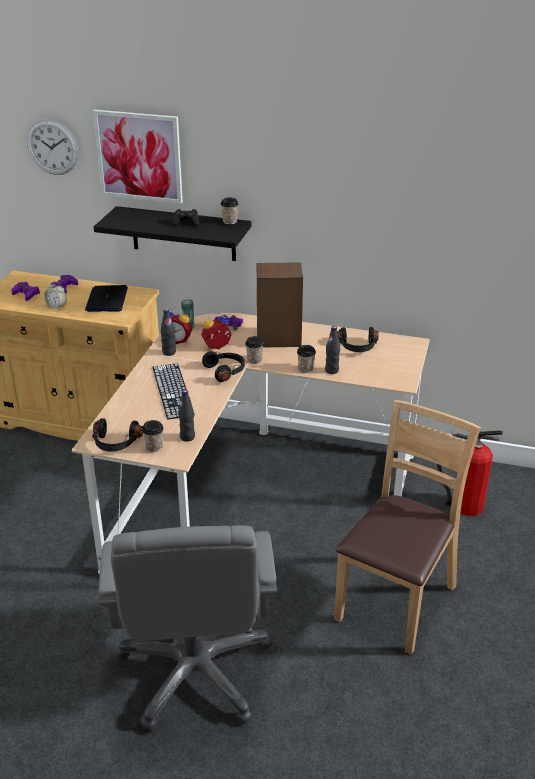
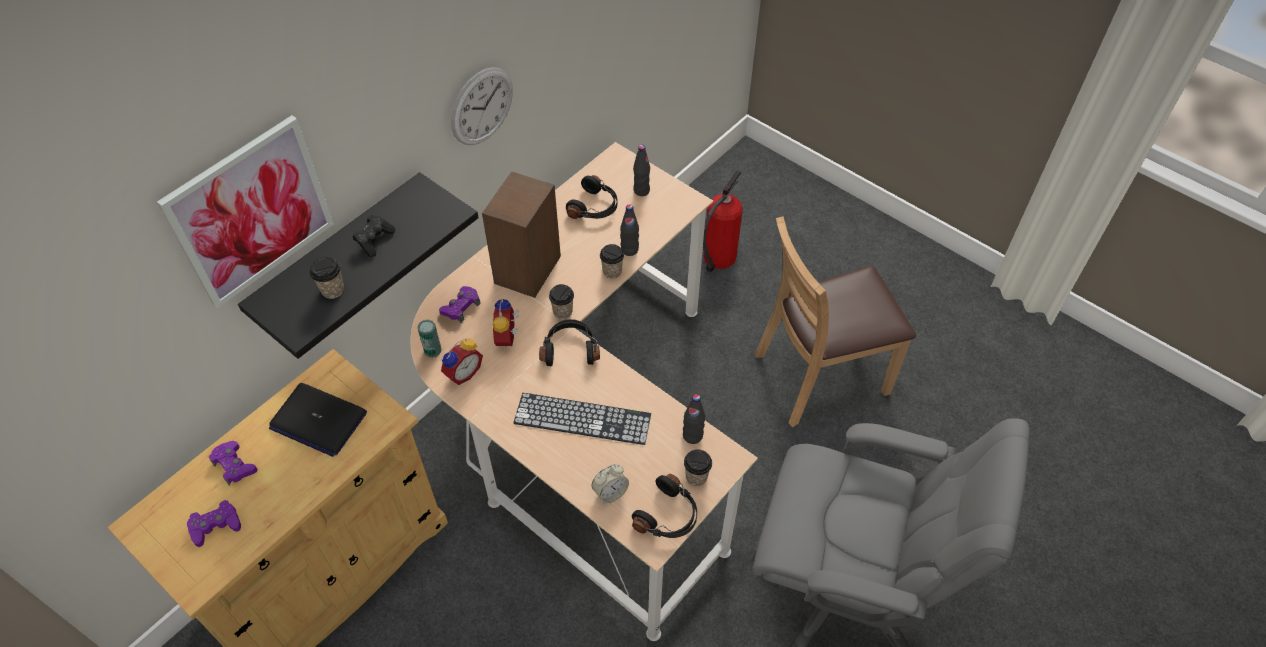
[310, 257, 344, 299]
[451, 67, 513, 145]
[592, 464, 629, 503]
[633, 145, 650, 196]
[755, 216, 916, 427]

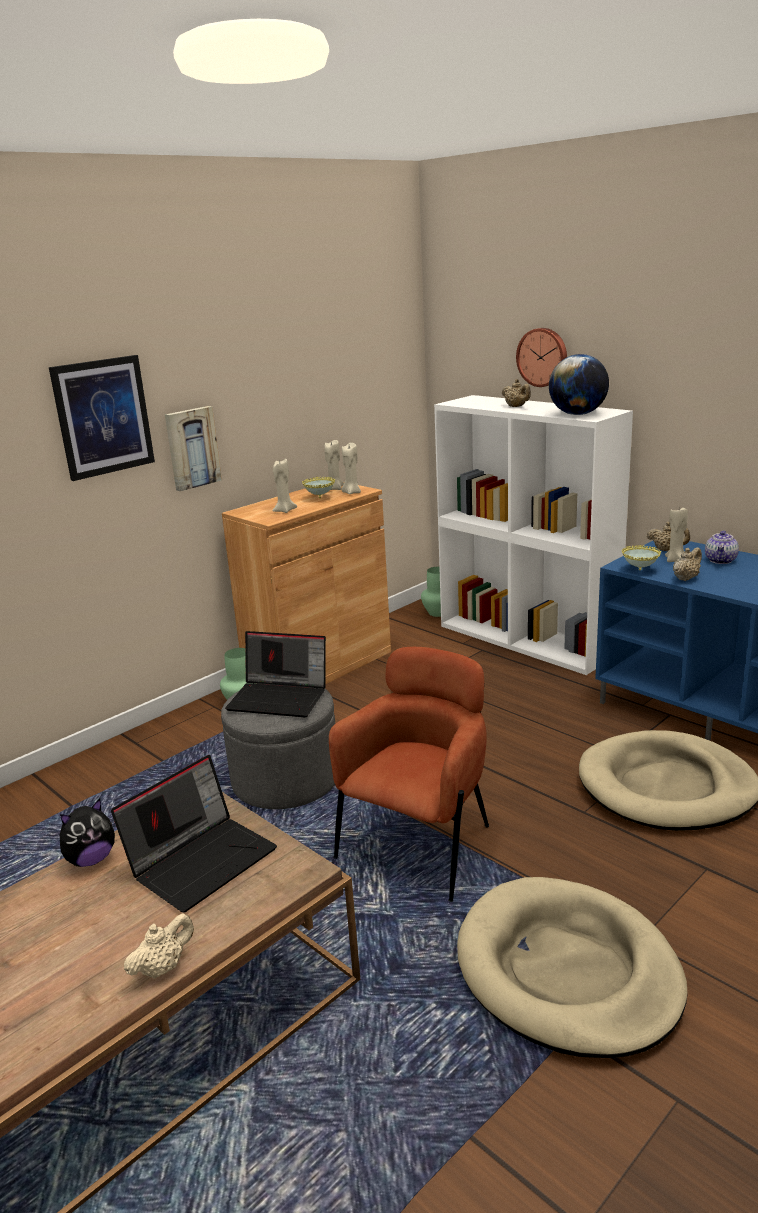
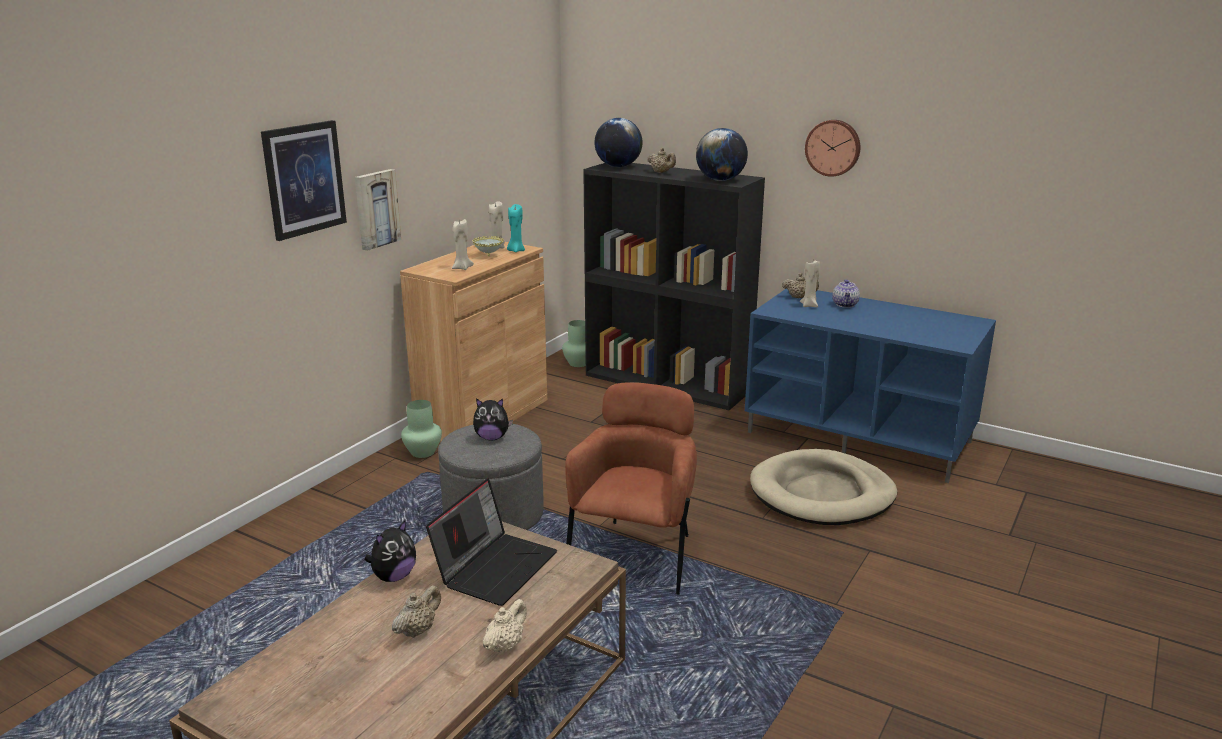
[392, 585, 441, 638]
[473, 399, 513, 440]
[507, 204, 525, 252]
[583, 163, 765, 410]
[594, 118, 643, 167]
[805, 120, 860, 177]
[457, 877, 688, 1058] (first image)
[622, 545, 661, 570] (first image)

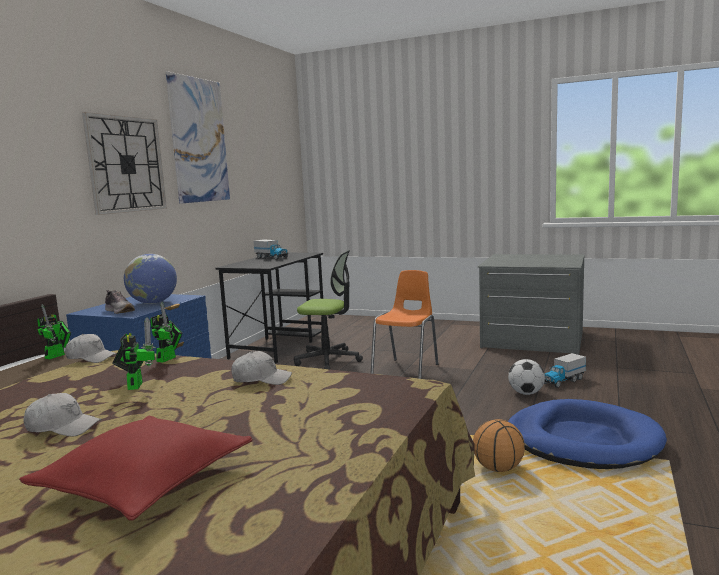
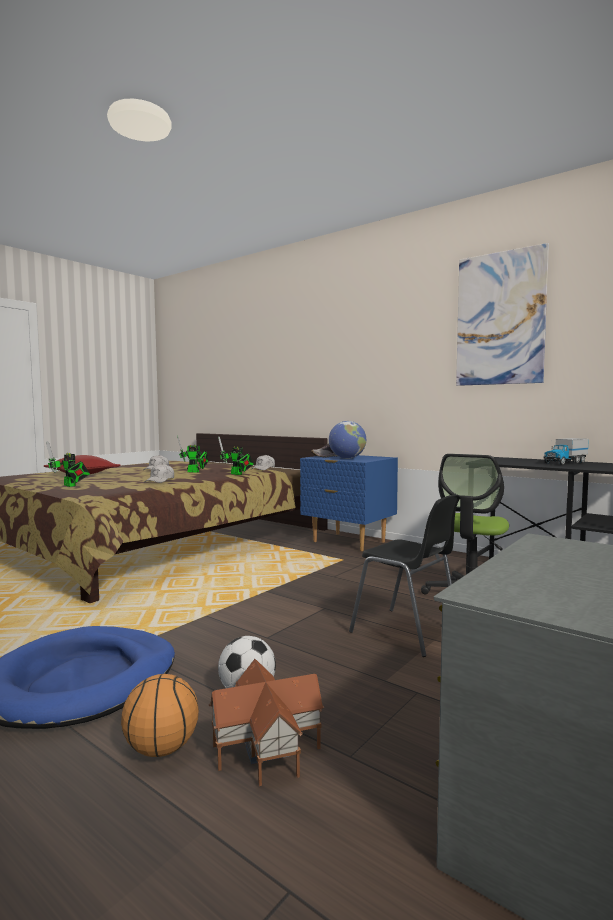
[46, 441, 90, 487]
[121, 674, 199, 757]
[209, 659, 324, 786]
[349, 495, 460, 657]
[82, 112, 167, 215] (first image)

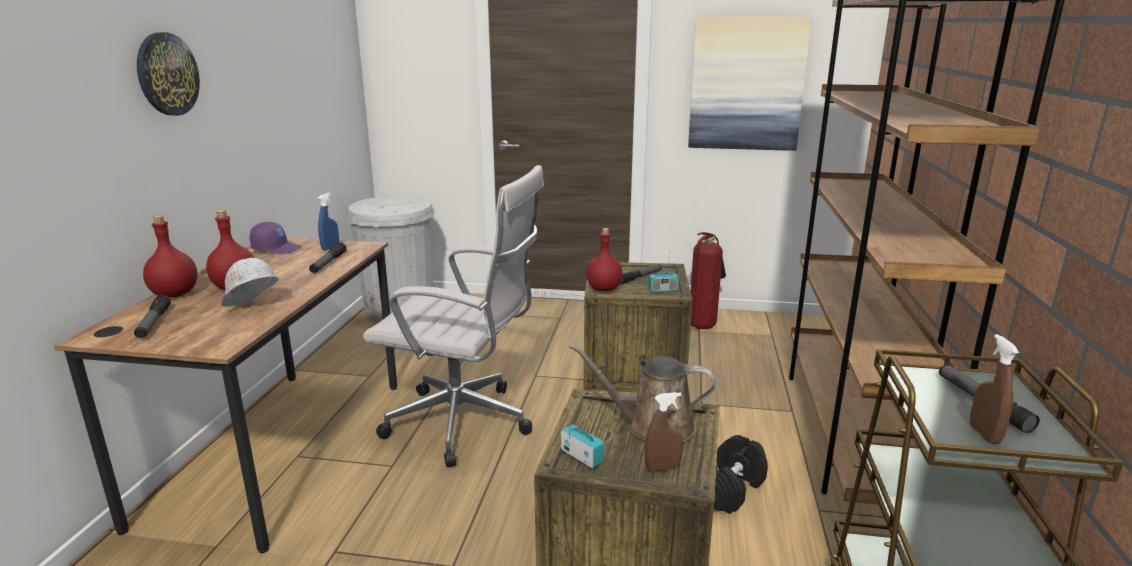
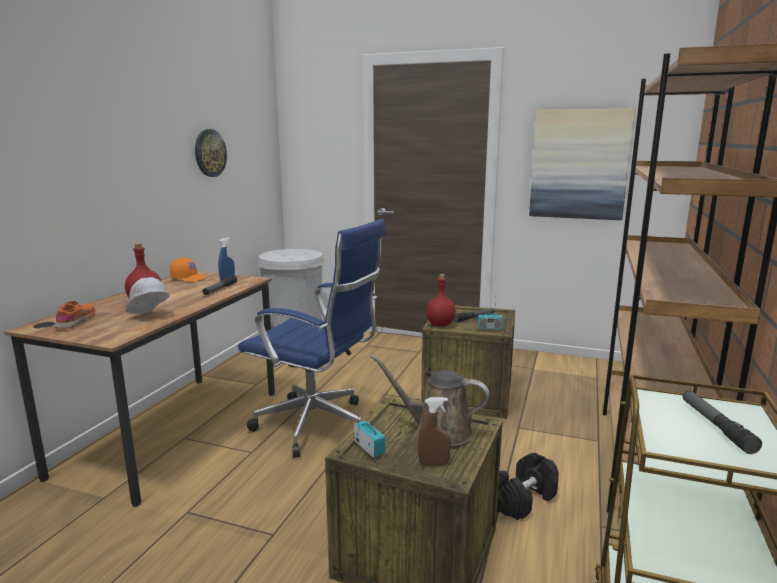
[55, 301, 95, 329]
[170, 258, 207, 282]
[195, 129, 227, 177]
[238, 219, 386, 458]
[143, 215, 198, 297] (first image)
[691, 232, 726, 329] (first image)
[970, 334, 1019, 444] (first image)

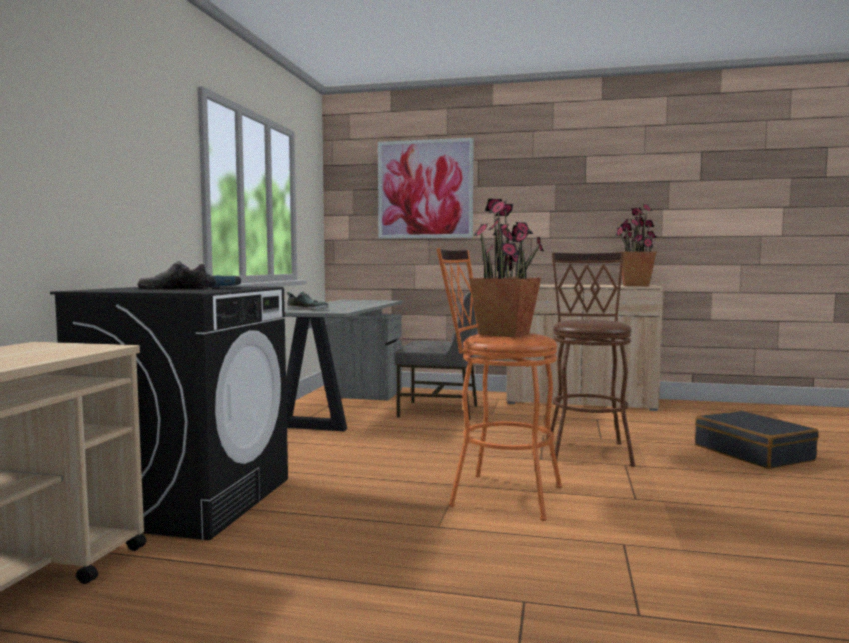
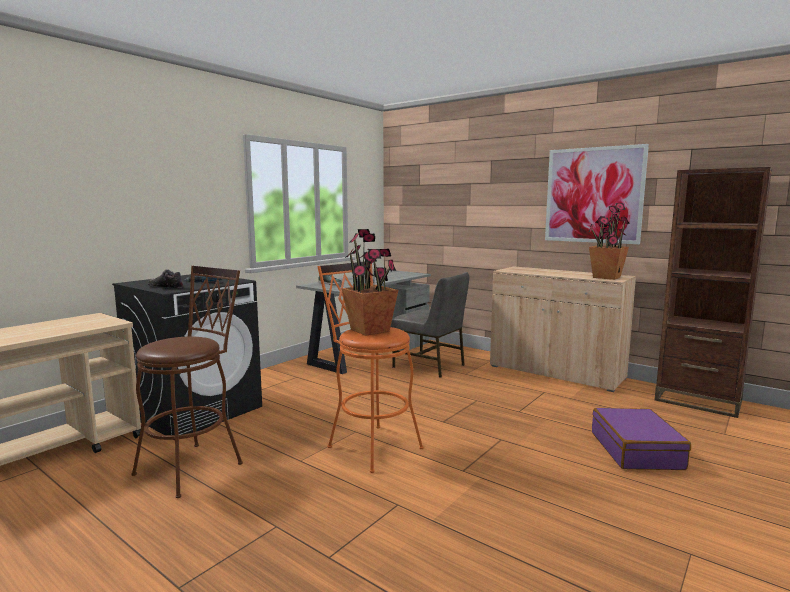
[131, 266, 243, 498]
[545, 144, 649, 244]
[592, 408, 691, 470]
[655, 167, 772, 418]

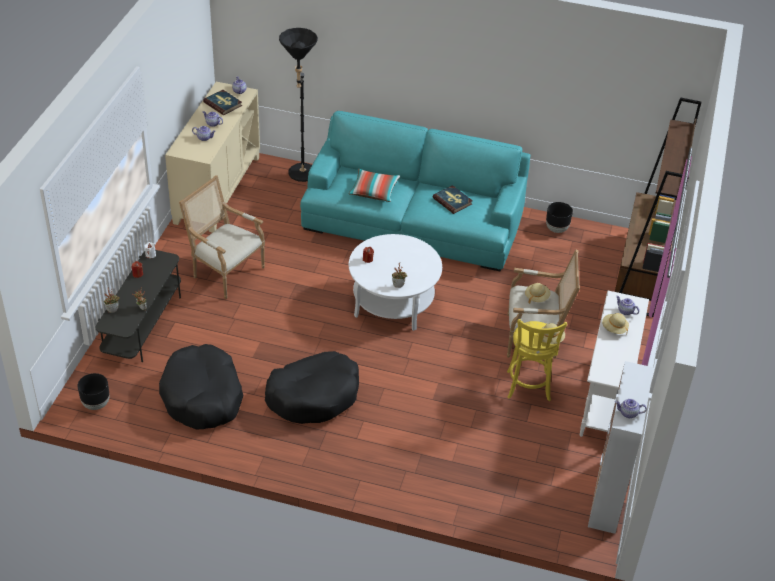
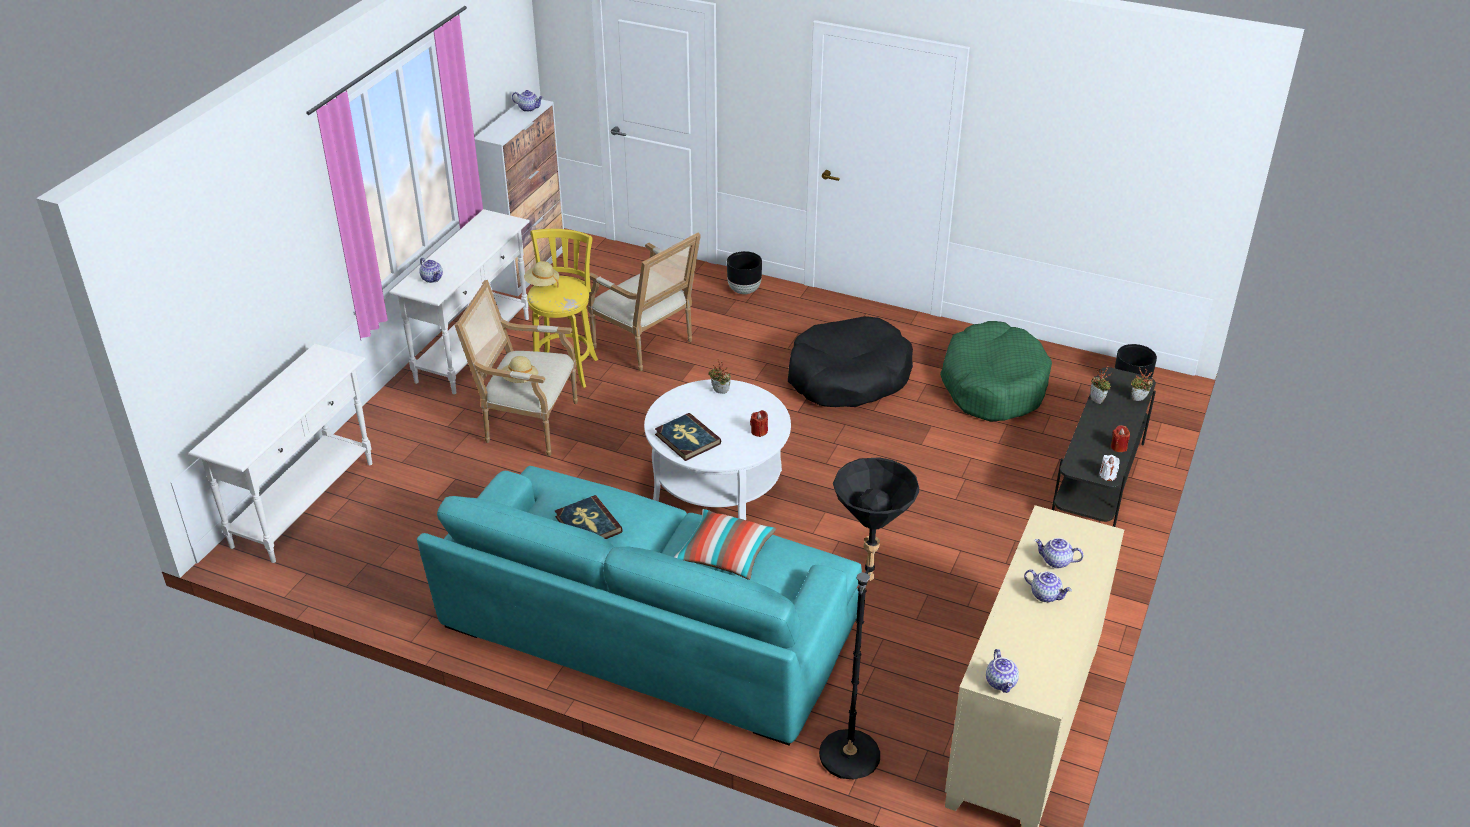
[188, 344, 372, 563]
[588, 233, 701, 371]
[655, 413, 721, 461]
[727, 251, 762, 294]
[940, 321, 1052, 422]
[602, 313, 629, 335] (first image)

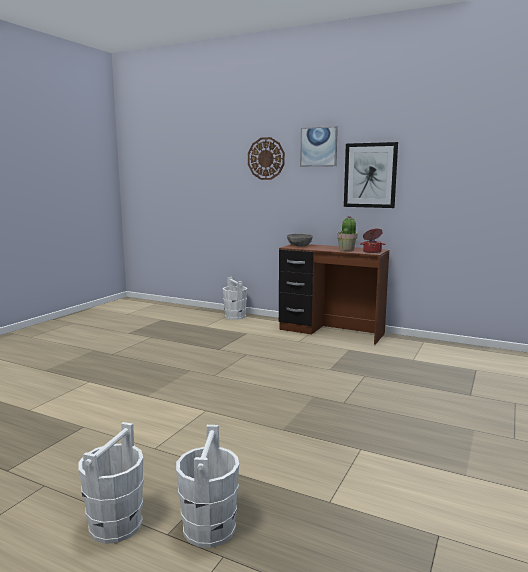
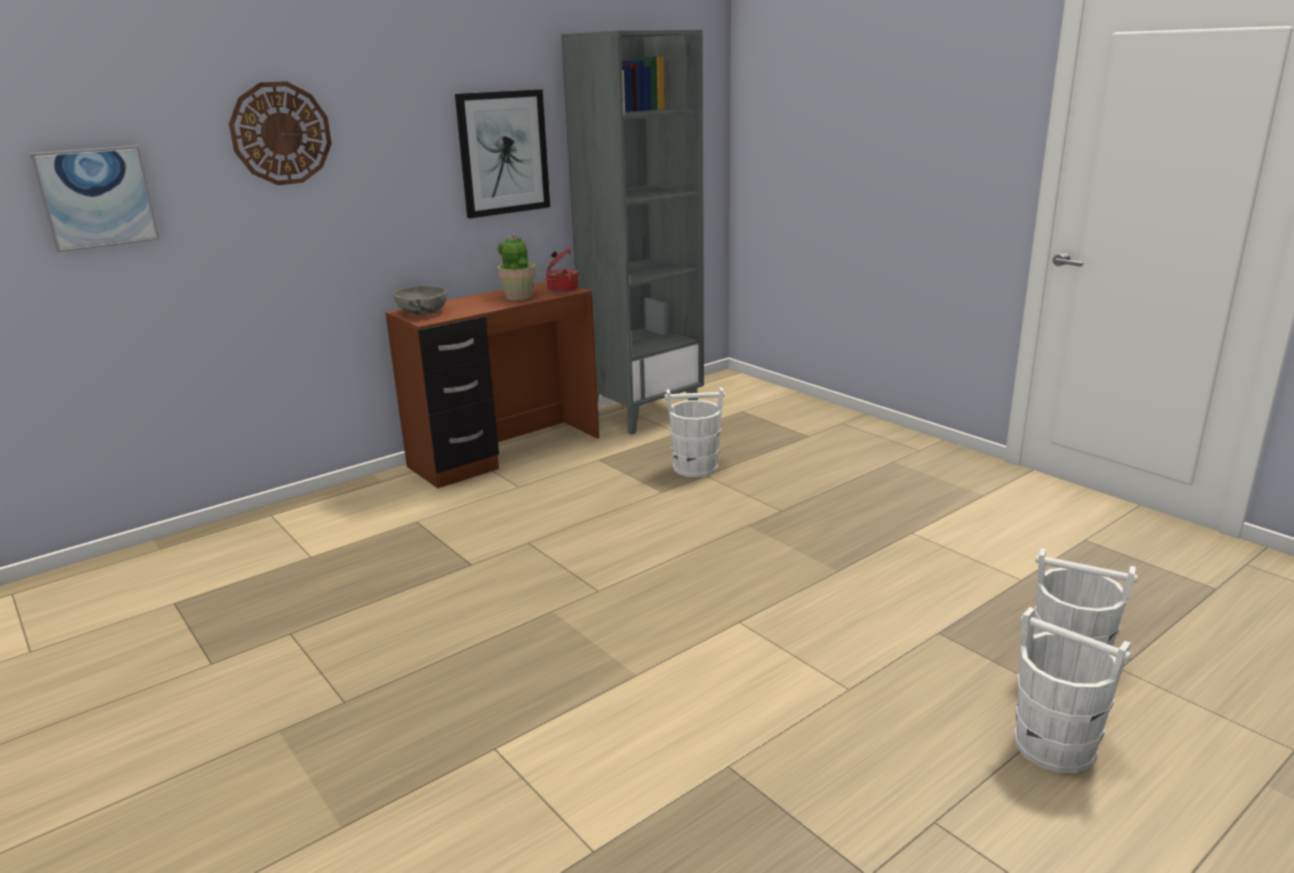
[30, 146, 160, 252]
[561, 30, 704, 435]
[665, 387, 725, 477]

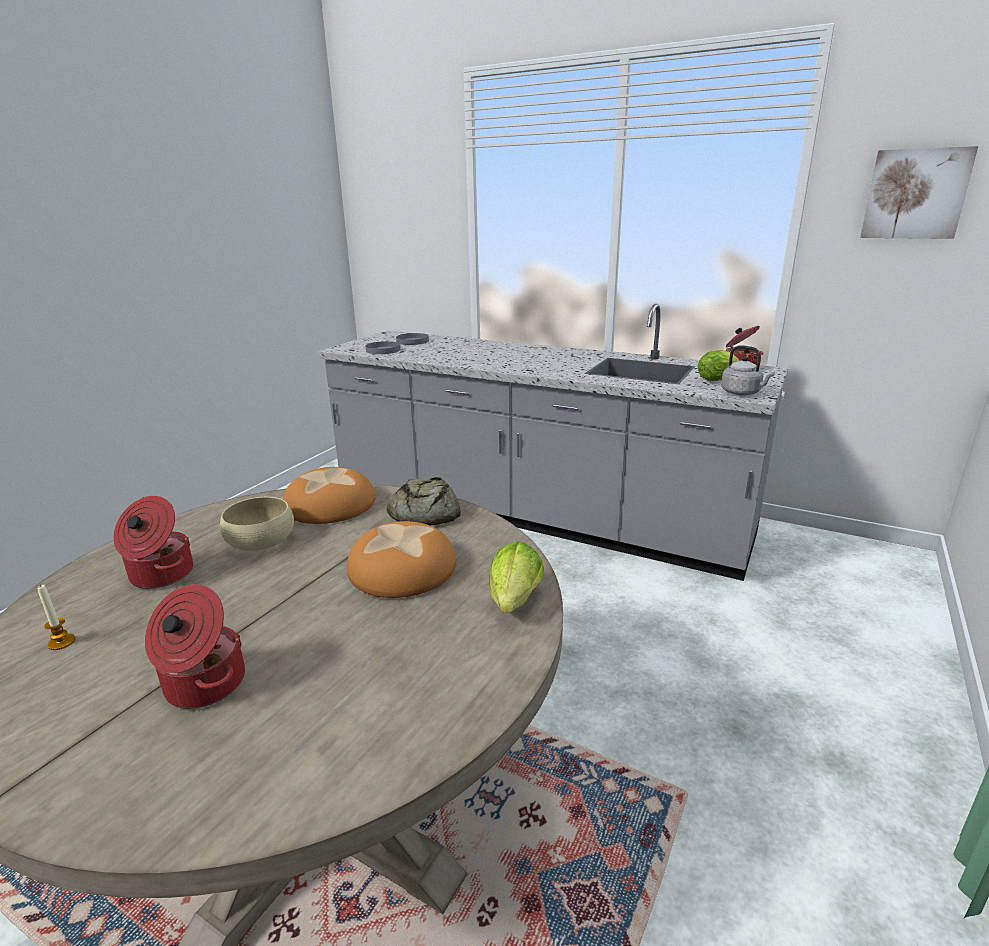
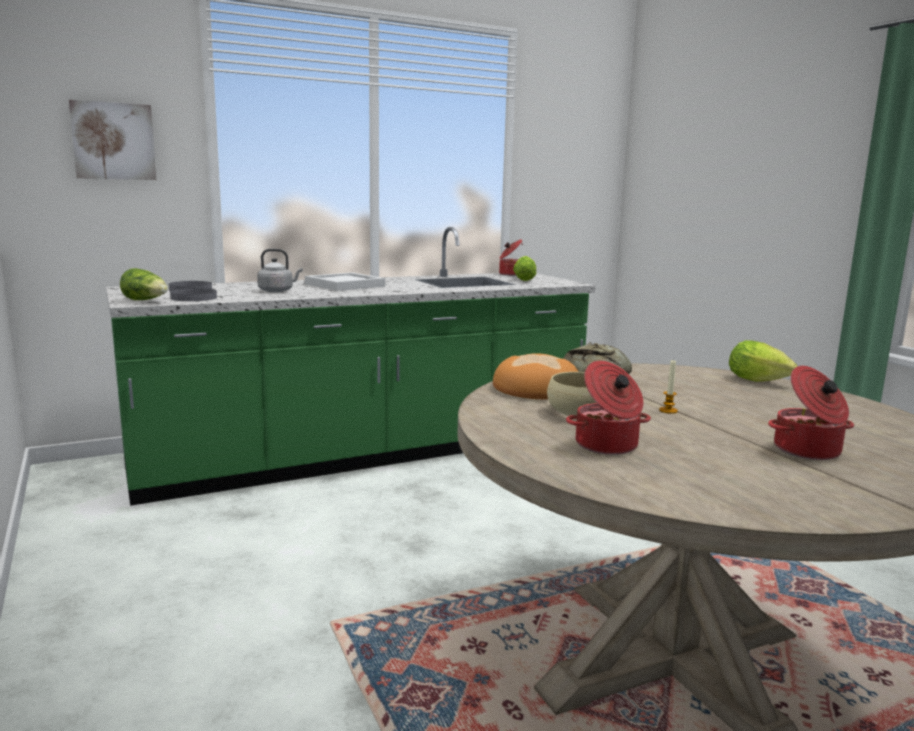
[69, 100, 156, 180]
[106, 227, 595, 506]
[120, 268, 168, 300]
[257, 249, 303, 292]
[305, 272, 385, 291]
[659, 359, 678, 414]
[347, 521, 456, 598] (first image)

